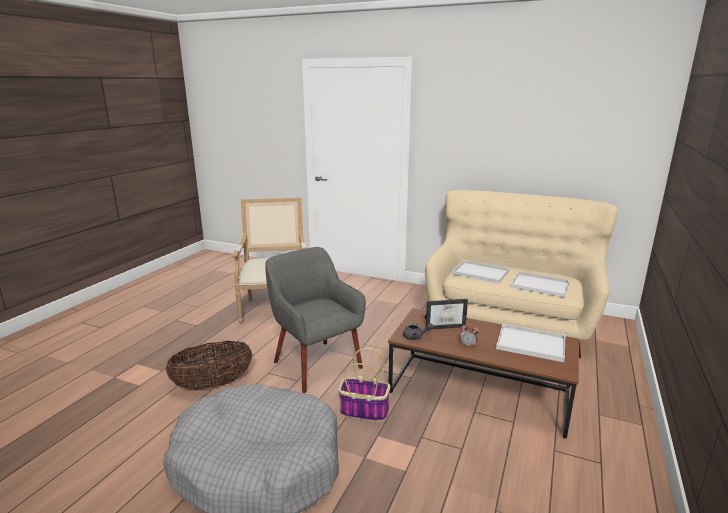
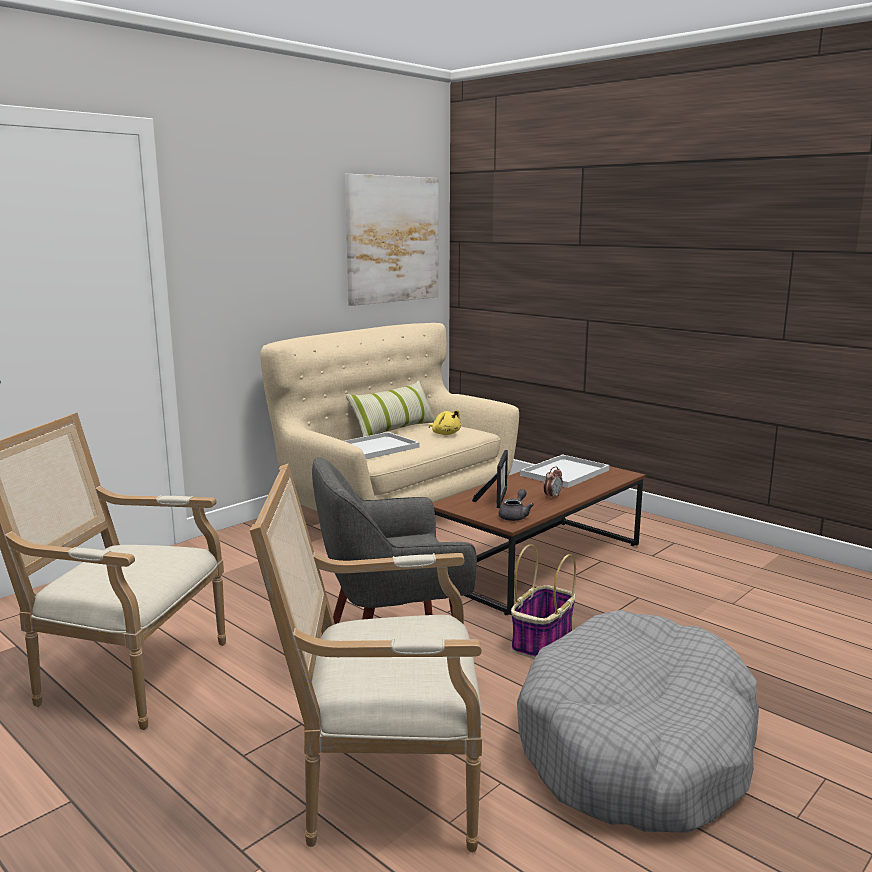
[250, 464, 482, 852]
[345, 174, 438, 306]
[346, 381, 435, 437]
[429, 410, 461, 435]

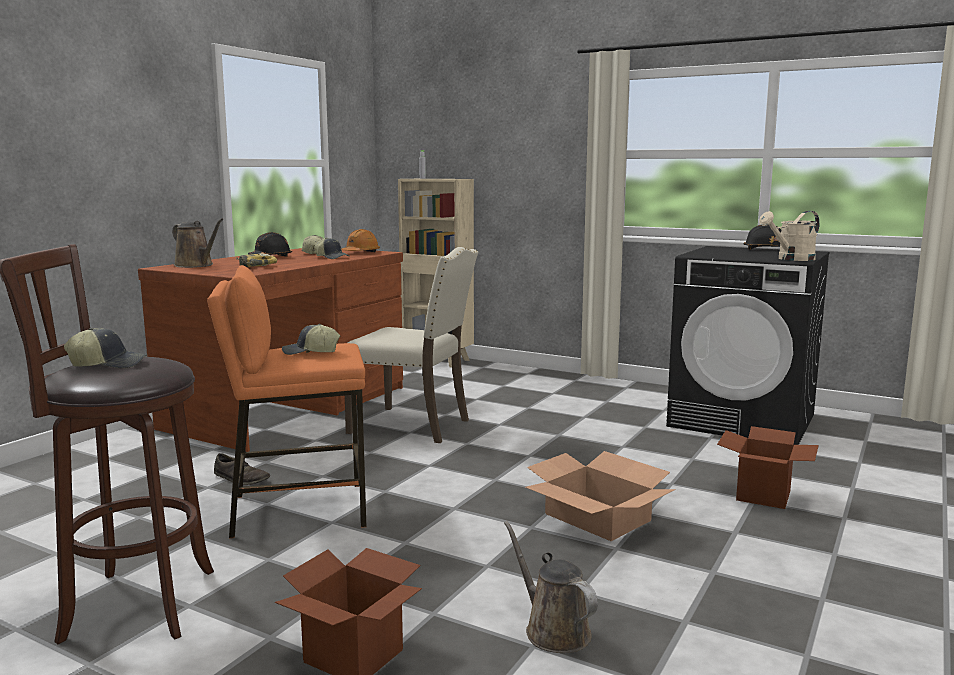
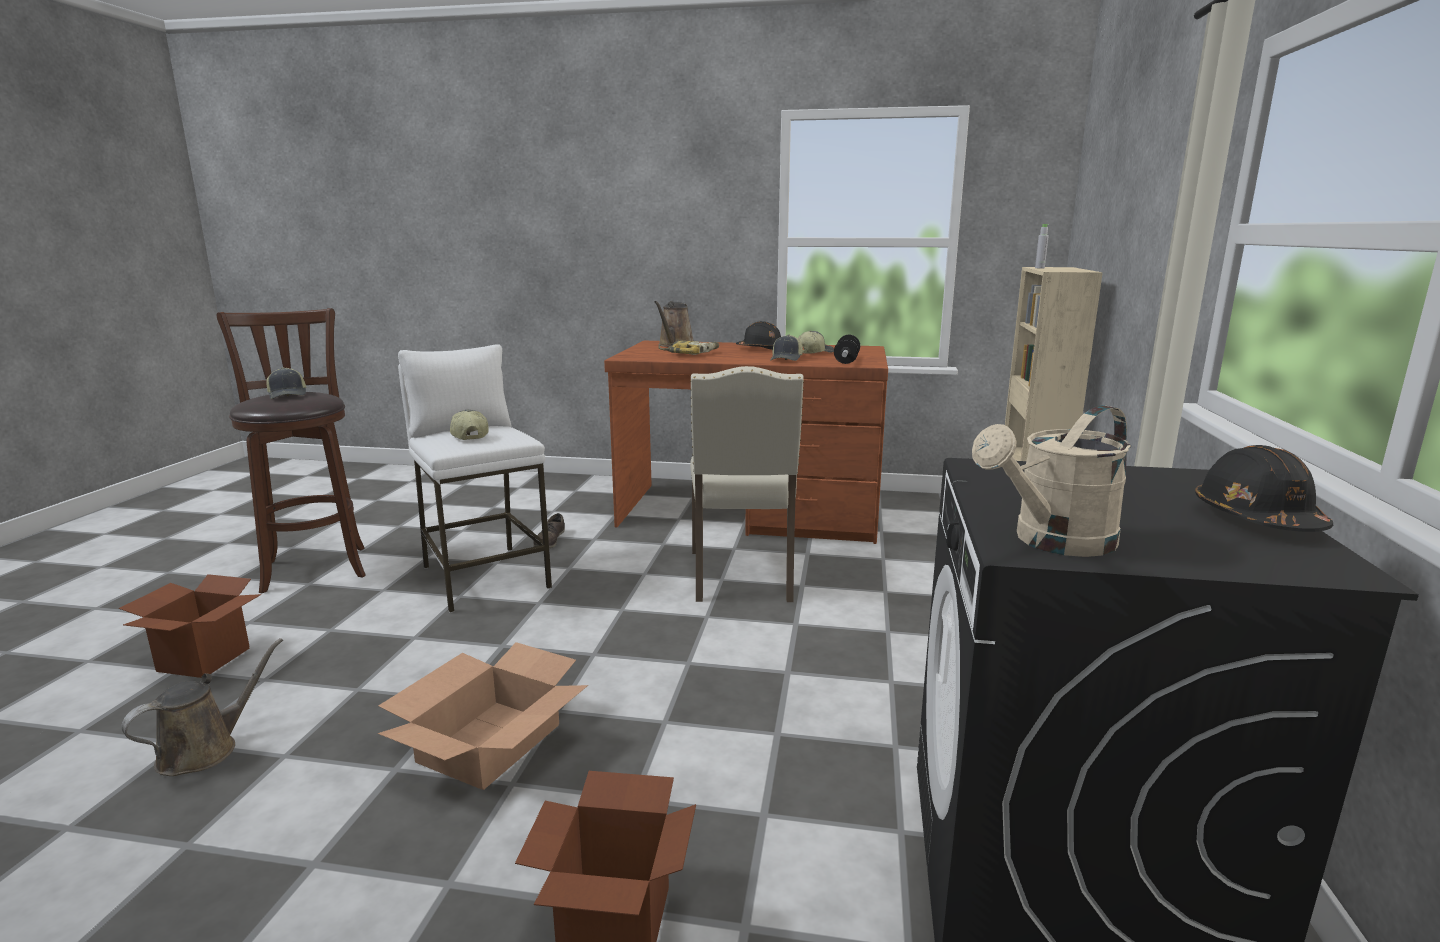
[398, 344, 552, 613]
[834, 335, 860, 364]
[972, 405, 1131, 557]

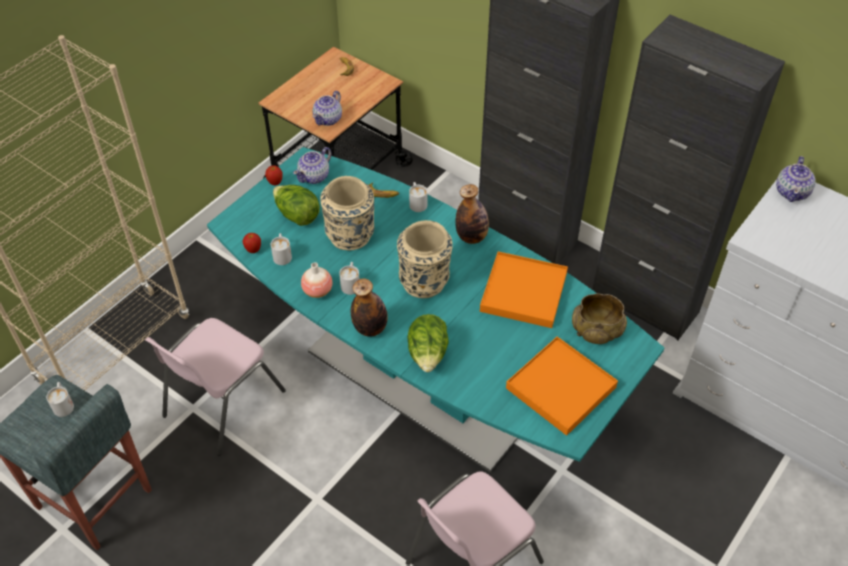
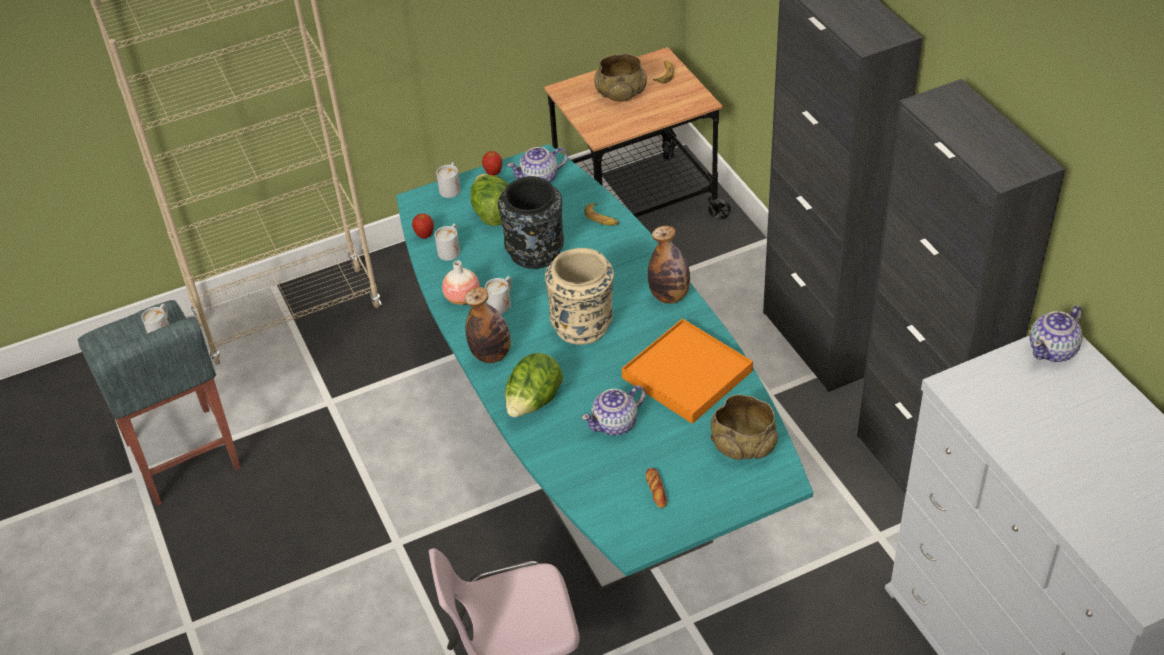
[436, 162, 461, 198]
[498, 176, 564, 269]
[582, 385, 646, 436]
[594, 54, 647, 101]
[646, 468, 667, 508]
[145, 318, 286, 456] (first image)

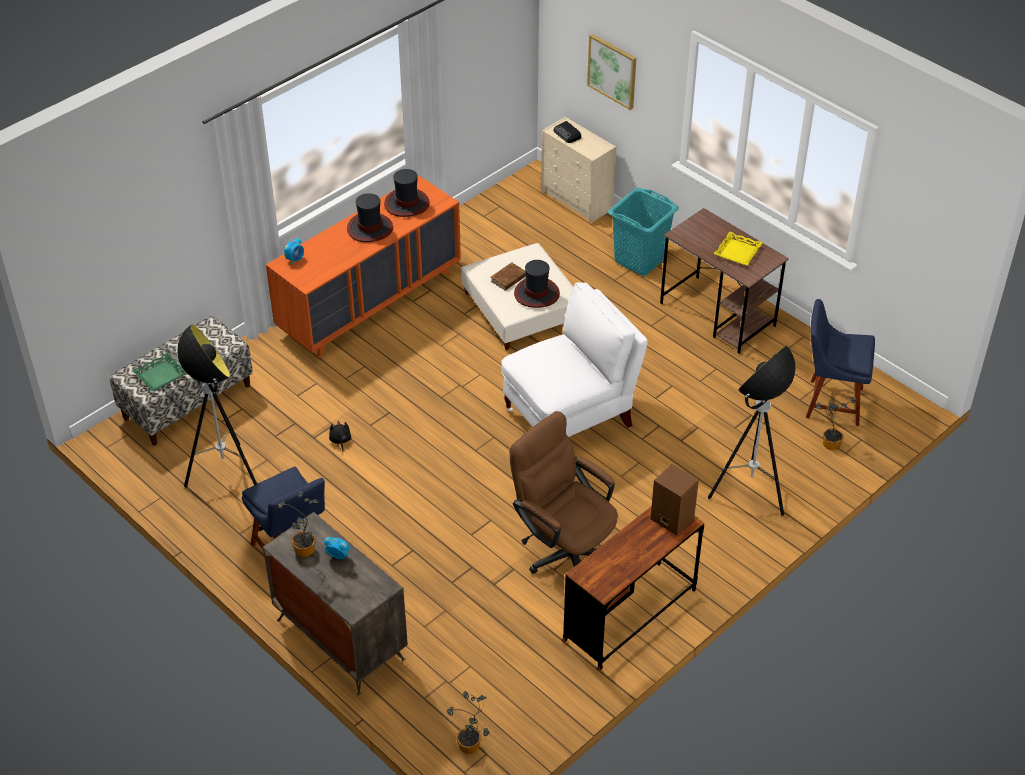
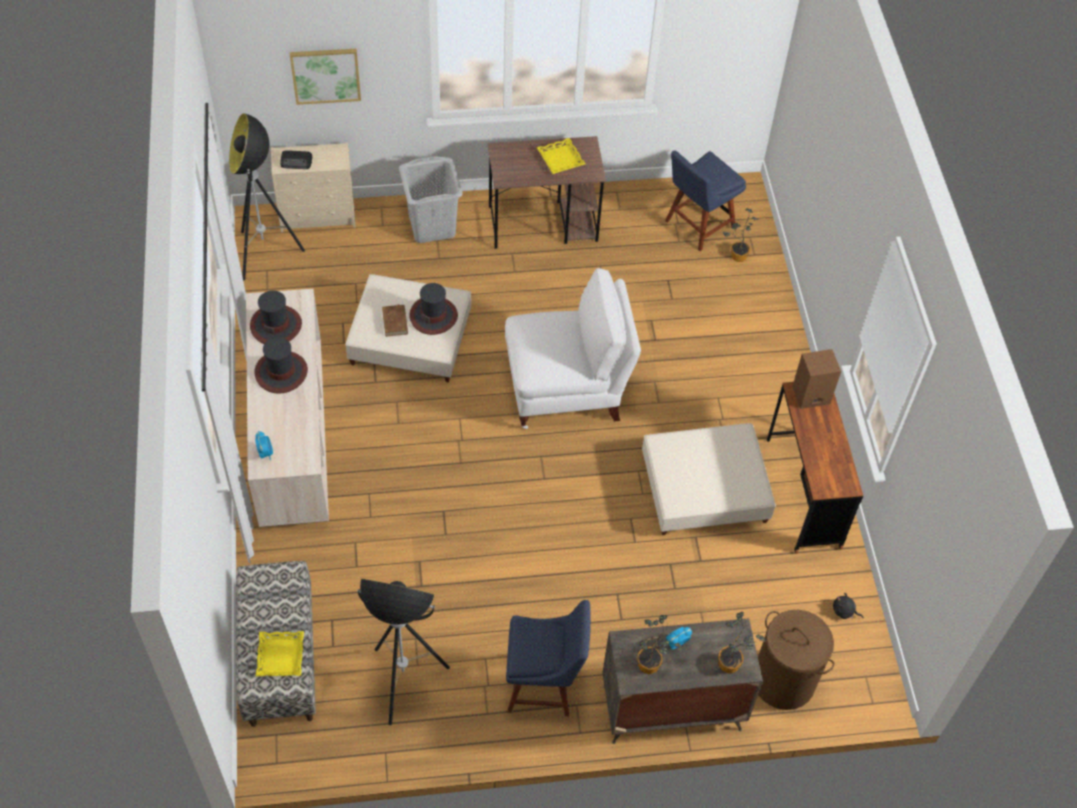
[229, 113, 305, 280]
[246, 289, 329, 527]
[256, 631, 304, 676]
[399, 156, 463, 243]
[505, 268, 641, 429]
[642, 423, 776, 535]
[718, 612, 765, 673]
[758, 610, 835, 710]
[833, 592, 864, 619]

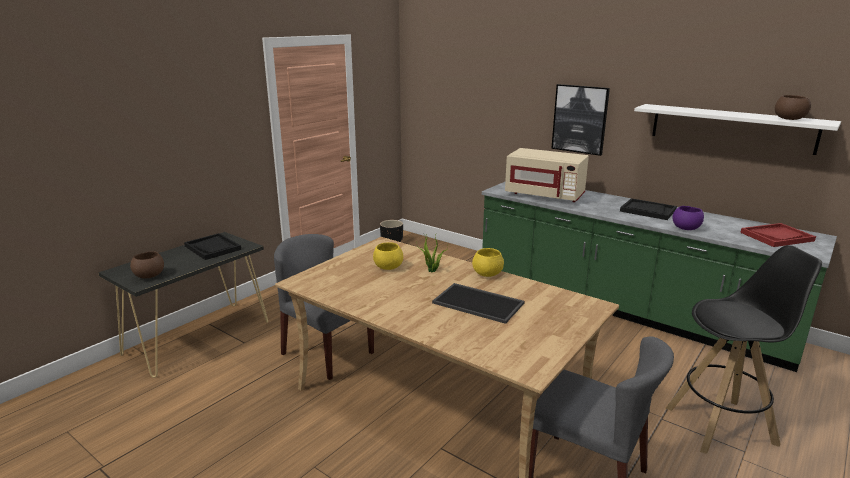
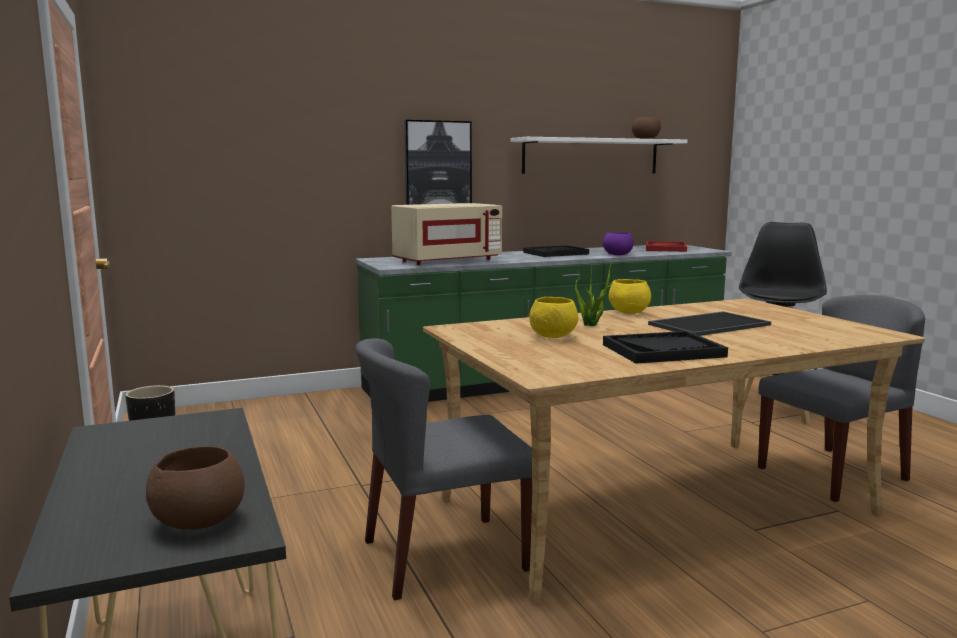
[603, 331, 728, 364]

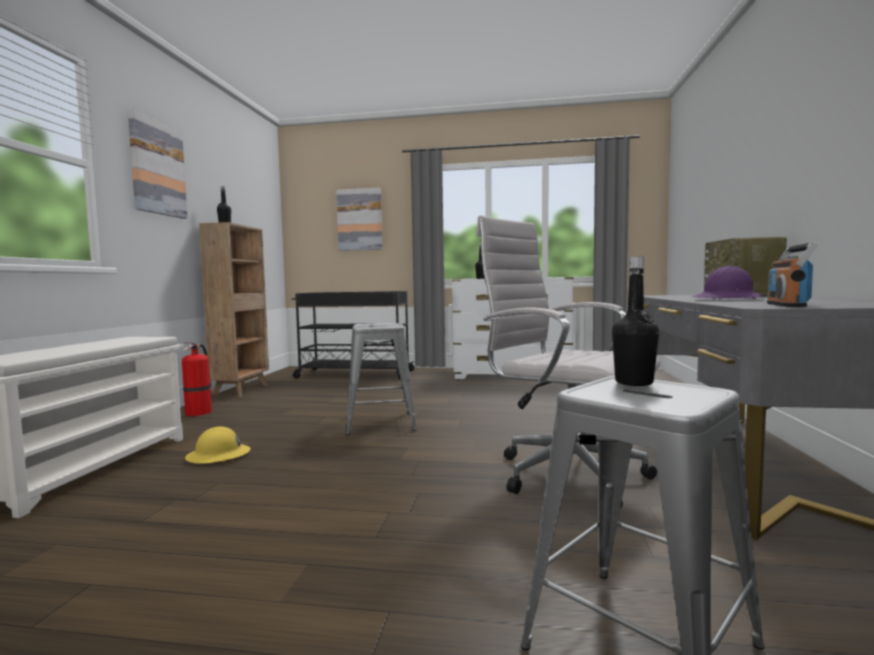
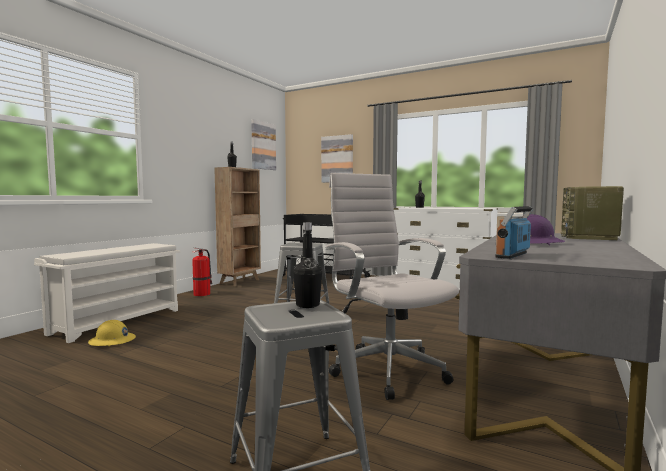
[88, 320, 136, 346]
[251, 119, 276, 170]

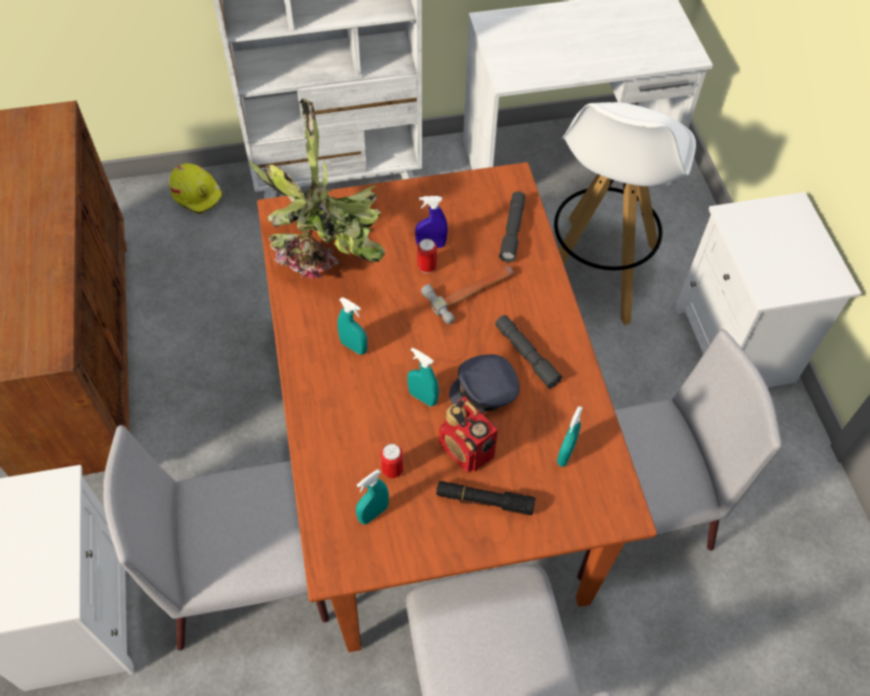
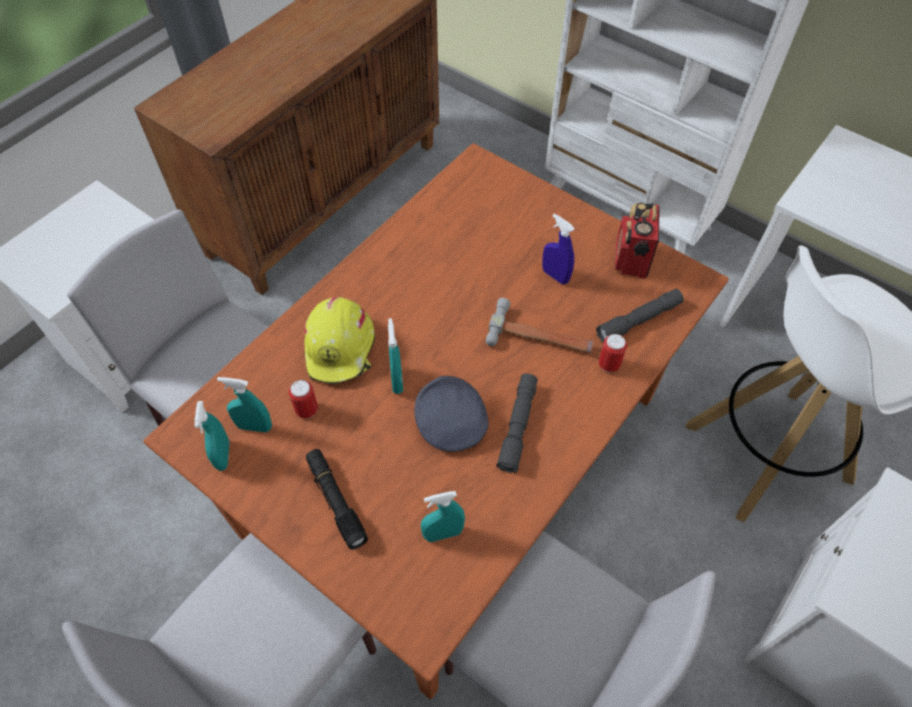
[194, 401, 230, 471]
[304, 297, 375, 384]
[414, 376, 488, 452]
[598, 334, 627, 372]
[615, 203, 660, 279]
[249, 98, 385, 279] (first image)

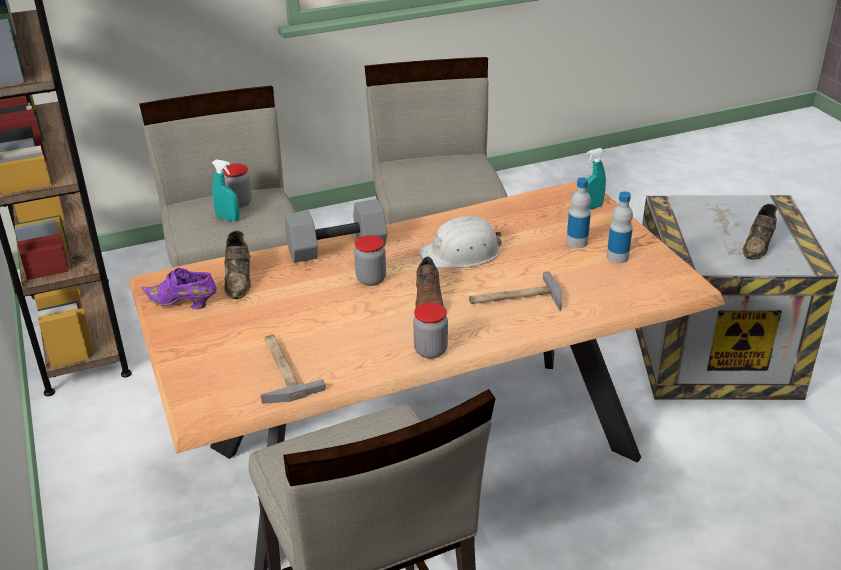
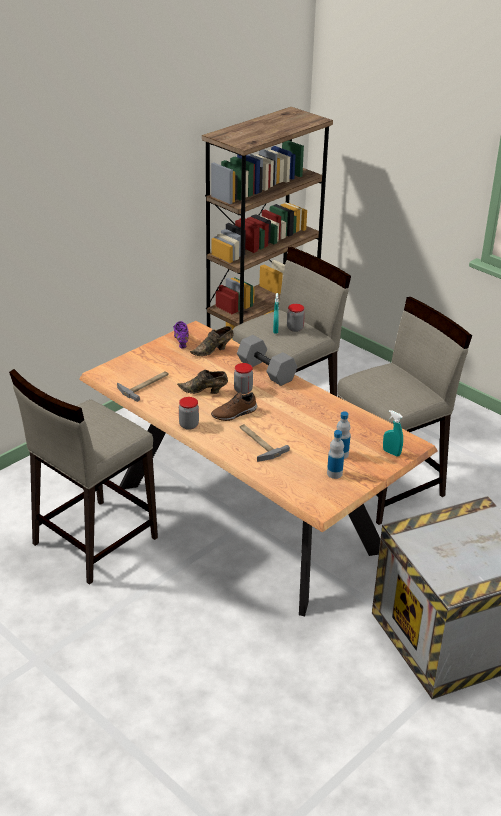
[177, 370, 228, 394]
[419, 216, 502, 268] (first image)

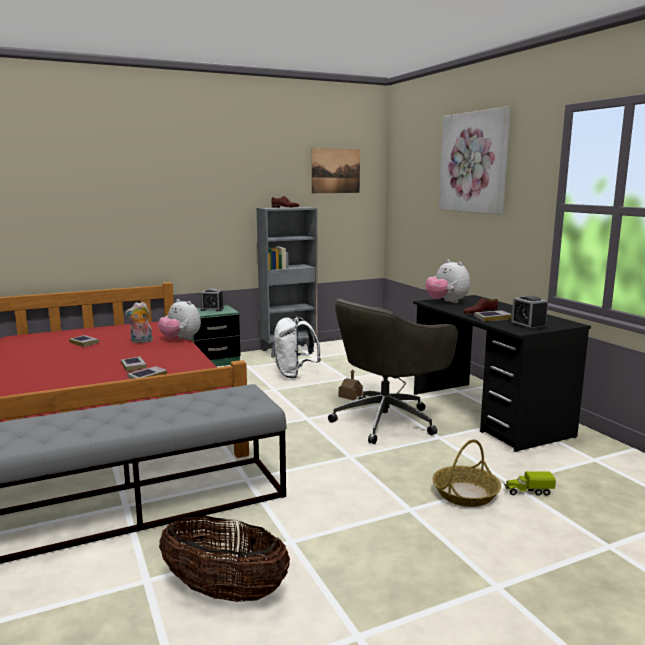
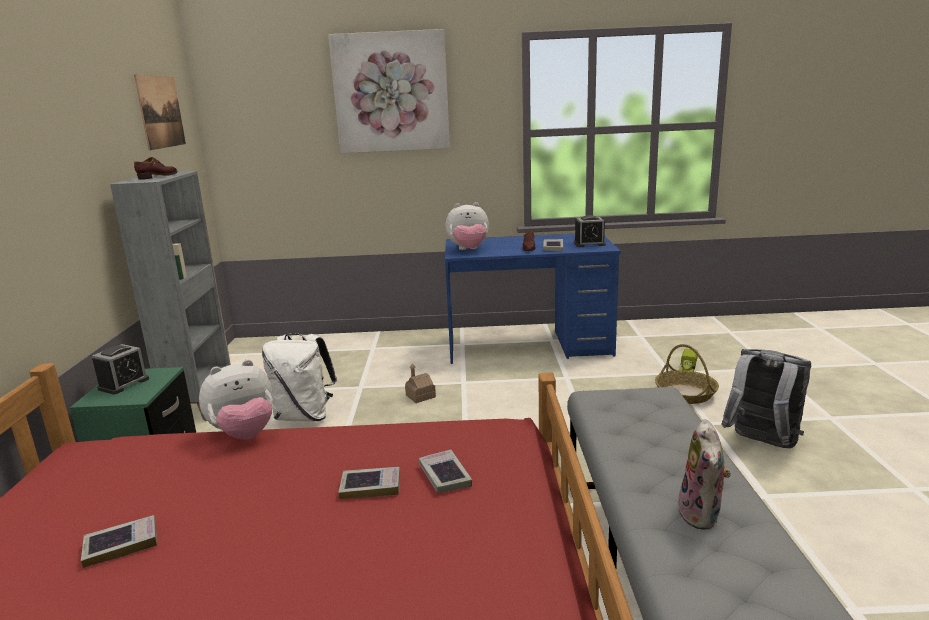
[445, 234, 621, 364]
[678, 419, 731, 530]
[721, 349, 812, 448]
[159, 515, 290, 602] (first image)
[328, 299, 458, 444] (first image)

